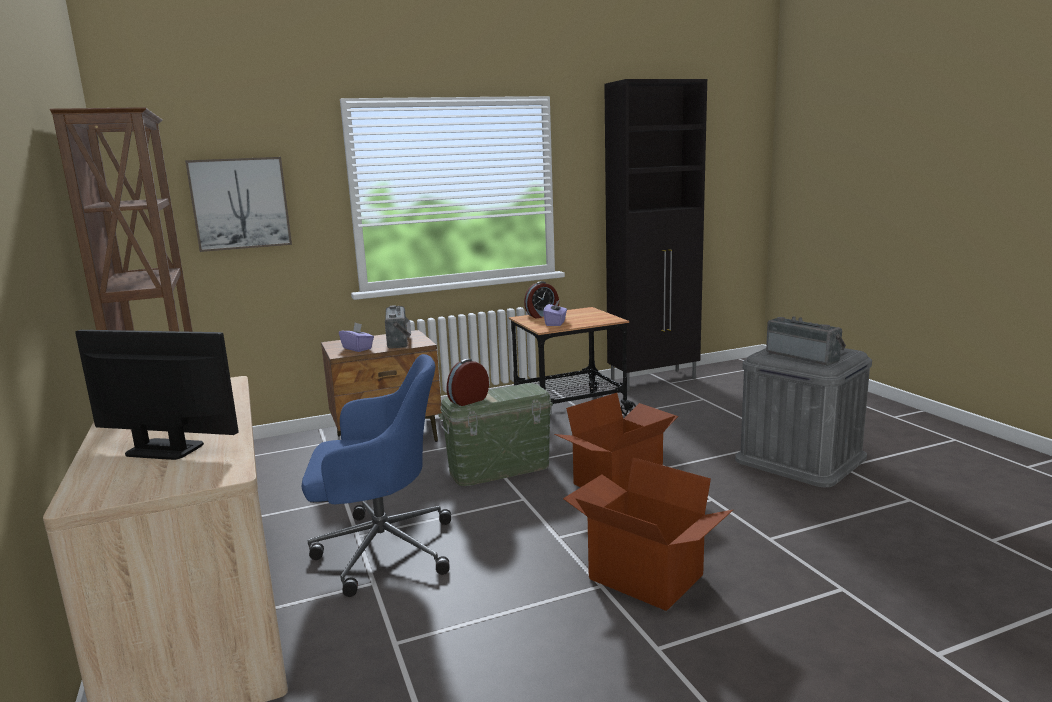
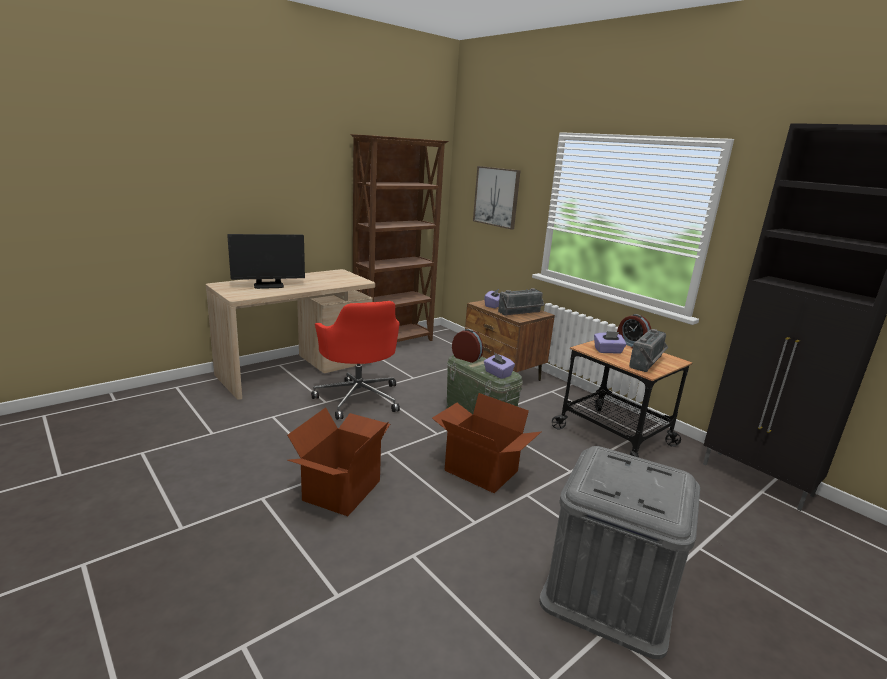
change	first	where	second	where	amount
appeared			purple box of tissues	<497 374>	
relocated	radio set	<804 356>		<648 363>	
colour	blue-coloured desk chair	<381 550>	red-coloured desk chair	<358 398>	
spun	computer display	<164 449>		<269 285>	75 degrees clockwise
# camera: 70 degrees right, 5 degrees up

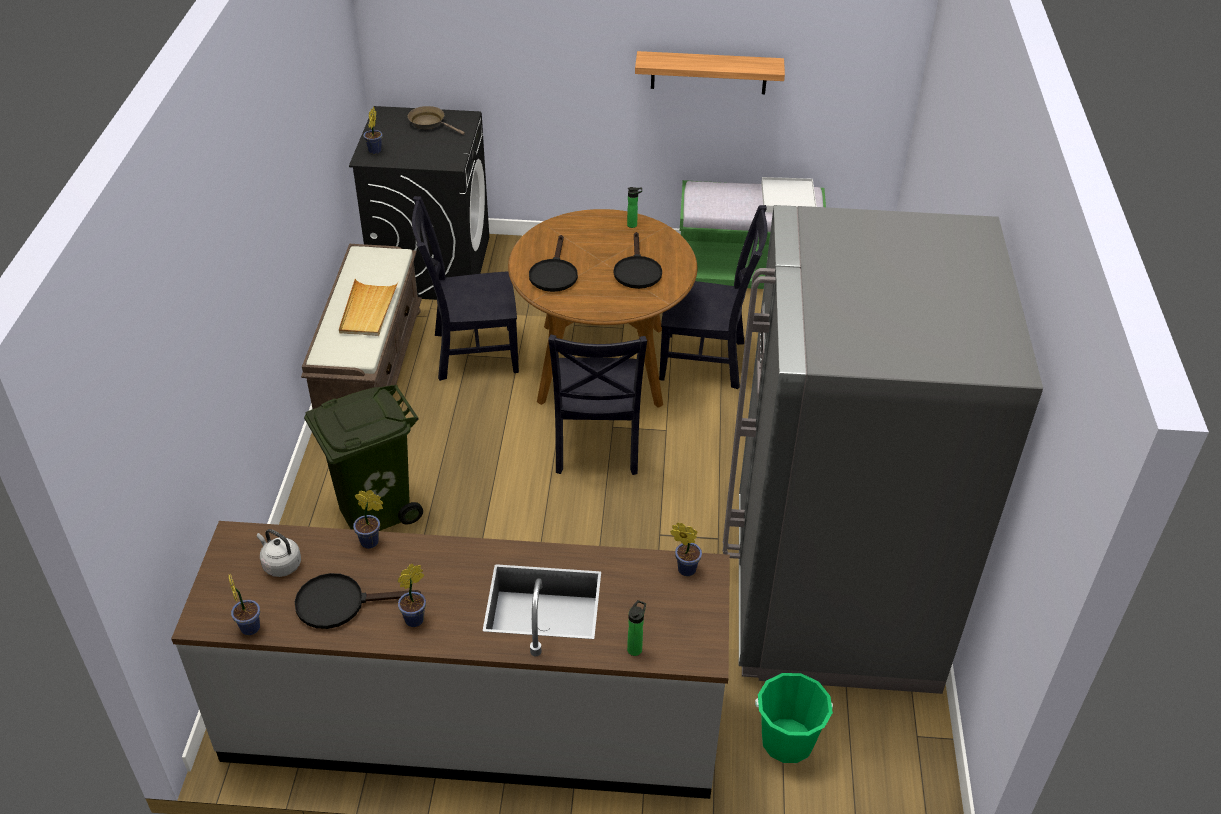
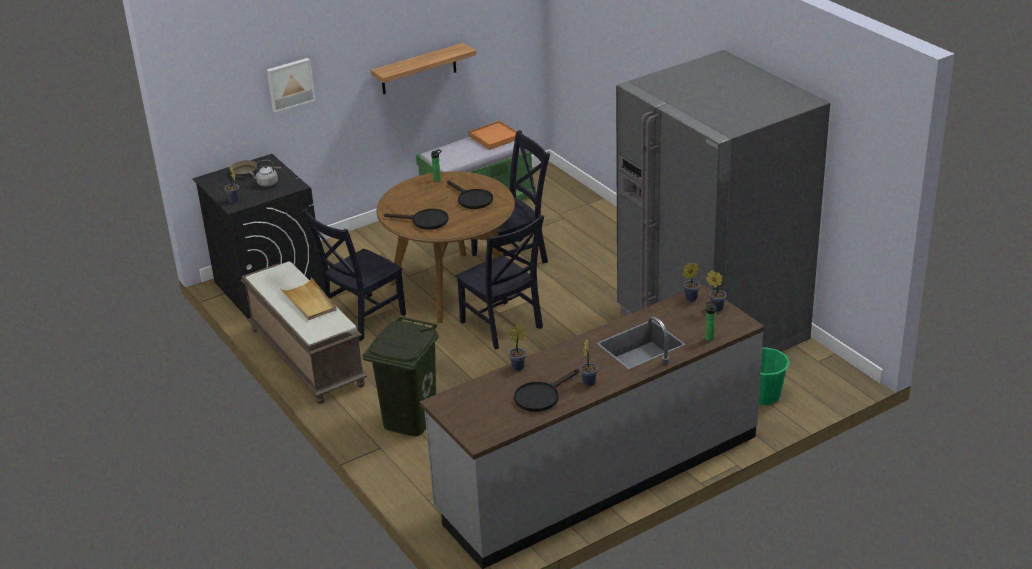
change	first	where	second	where	amount
appeared			picture	<290 84>	
relocated	houseplant	<250 626>		<715 308>	
relocated	gray kettle	<280 564>		<266 183>	
colour	white-coloured carrying tray	<787 198>	orange carrying tray	<494 137>	
spun	black skillet	<553 274>		<425 221>	45 degrees counterclockwise
# camera: 35 degrees left, 10 degrees down

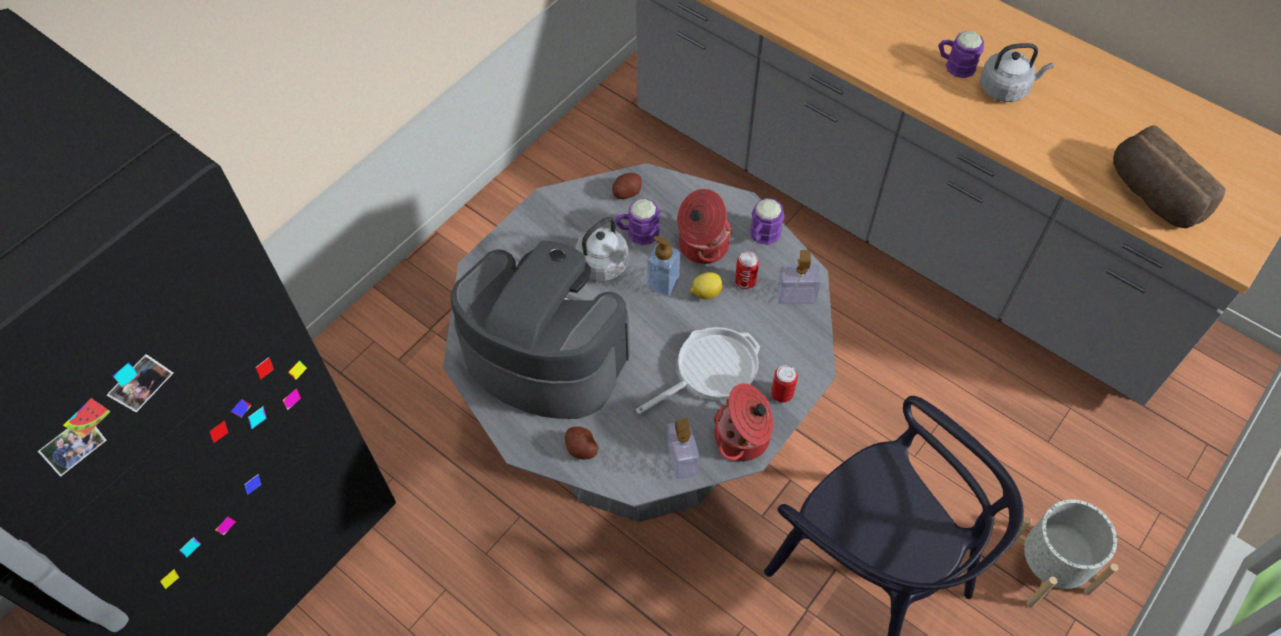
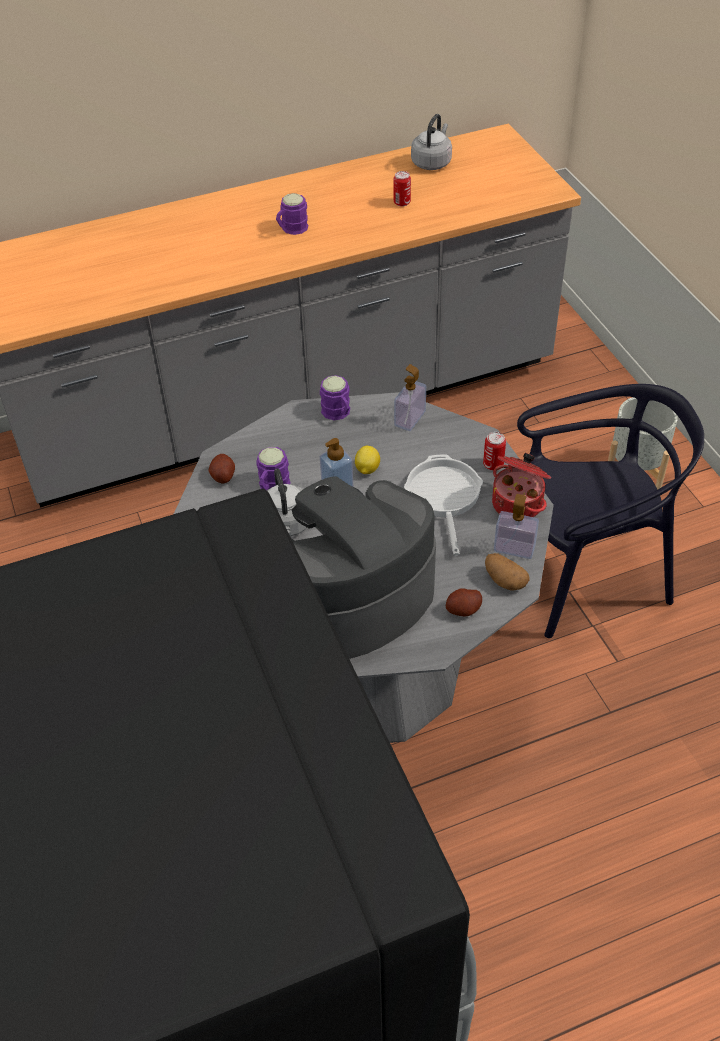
change	first	where	second	where	amount
missing	saucepot	<701 245>			
missing	baked bread	<1152 196>			
appeared			potato	<504 580>	
relocated	metal can	<745 281>		<402 202>	
relocated	gray kettle	<1006 89>		<432 162>	
# camera: 60 degrees left, 10 degrees down

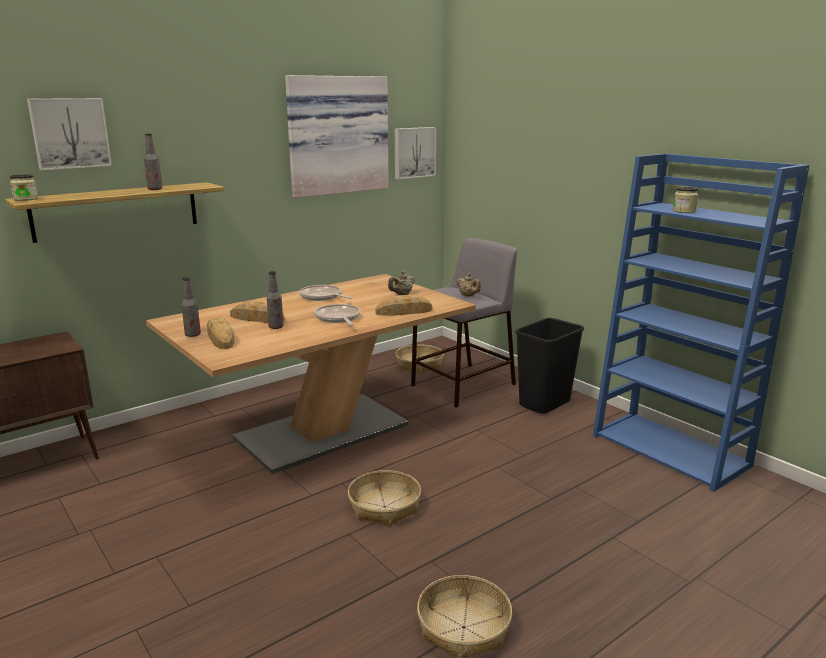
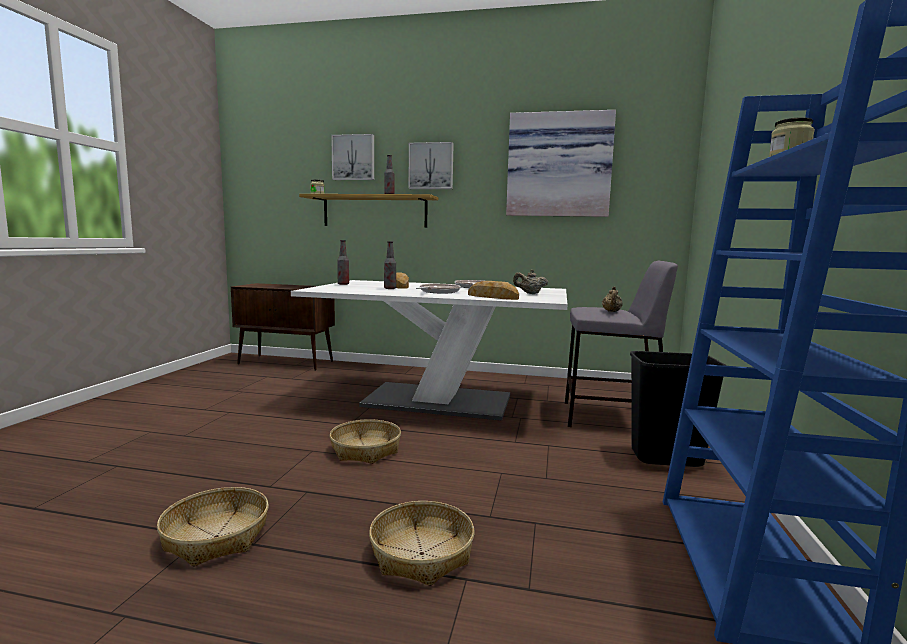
change	first	where	second	where	amount
missing	baked bread	<220 338>			
relocated	picture	<413 152>		<431 166>	
relocated	household basket	<419 365>		<421 554>	
colour	brown dining table	<322 431>	white-coloured dining table	<437 401>	
# camera: 50 degrees right, 10 degrees down

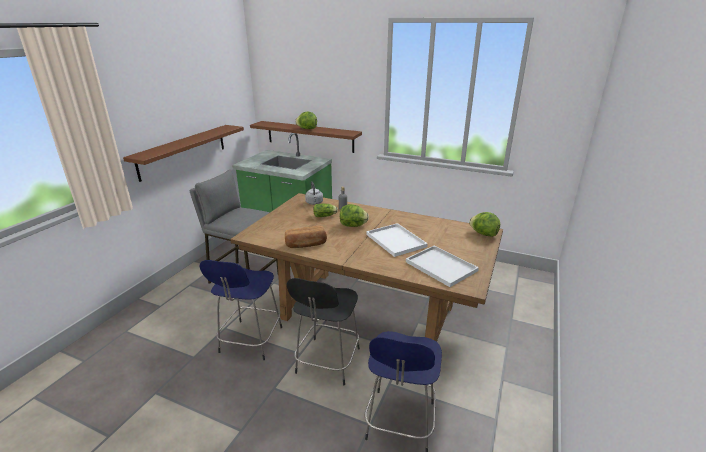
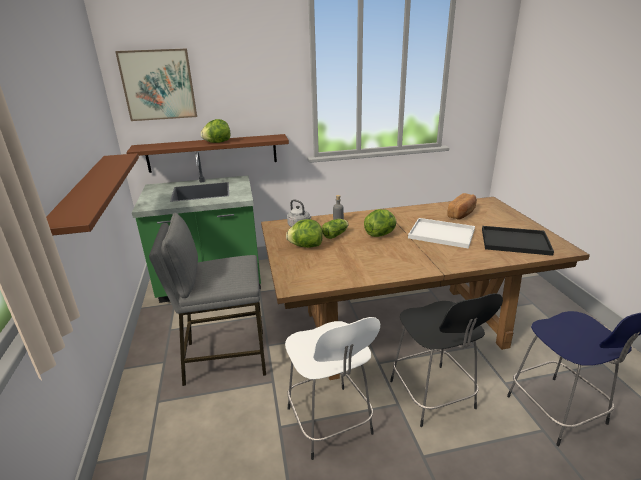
change	first	where	second	where	amount
appeared			picture	<158 85>	
relocated	baked bread	<306 244>		<462 213>	
relocated	head of lettuce	<483 234>		<305 246>	
colour	blue-coloured sitting stool	<250 341>	white-coloured sitting stool	<330 423>	
colour	white-coloured carrying tray	<442 266>	black carrying tray	<516 241>	
# camera: 35 degrees left, 0 degrees up

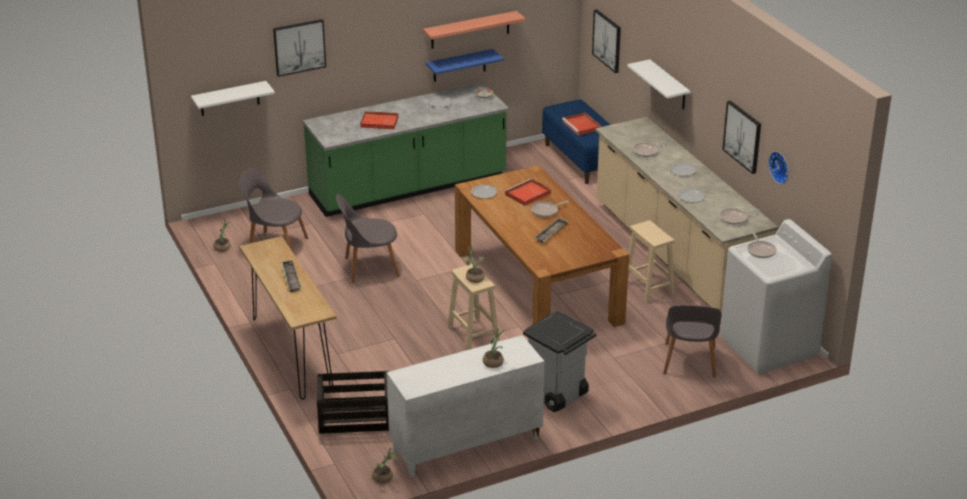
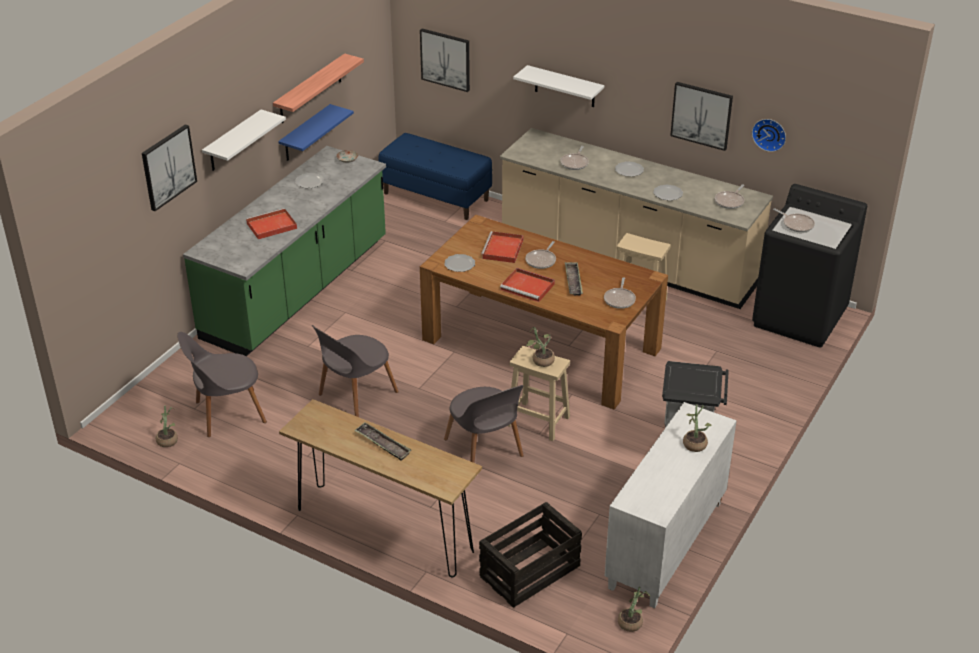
change	first	where	second	where	amount
appeared			skillet	<620 299>	
relocated	white-coloured shelf	<229 98>		<233 141>	
relocated	red-coloured carrying tray	<582 126>		<528 287>	
relocated	gray plain chair	<689 362>		<484 450>	
colour	white-coloured laundry machine	<769 347>	black laundry machine	<800 318>	
# camera: 35 degrees left, 5 degrees up

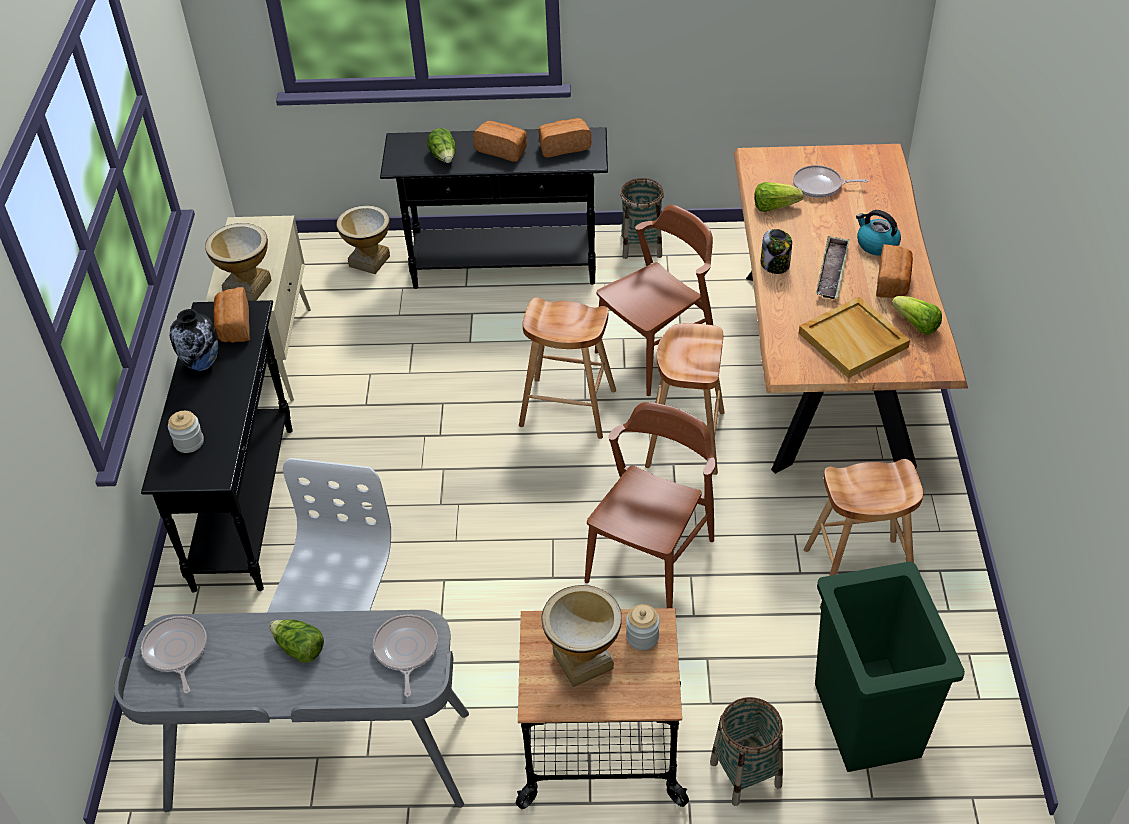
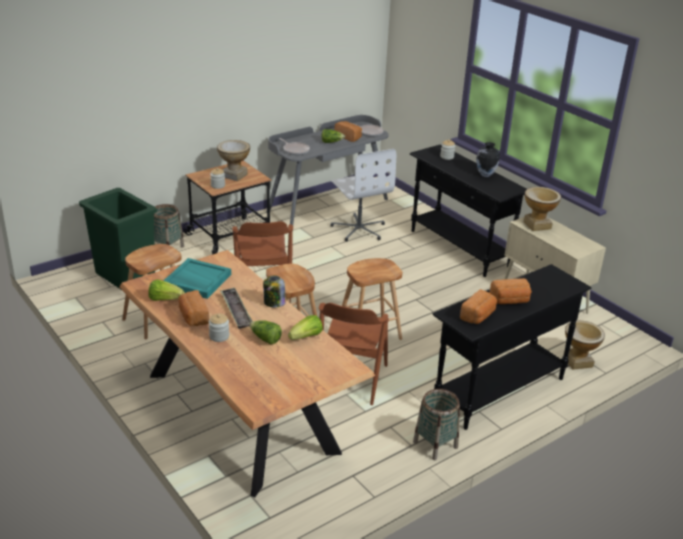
change	first	where	second	where	amount
missing	skillet	<820 186>			
relocated	baked bread	<234 326>		<348 137>	
relocated	head of lettuce	<444 156>		<265 339>	
exchanged	kettle	<876 244>	jar	<219 336>	
colour	beige-coloured carrying tray	<854 340>	turquoise carrying tray	<197 280>	
# camera: 140 degrees right, 15 degrees down

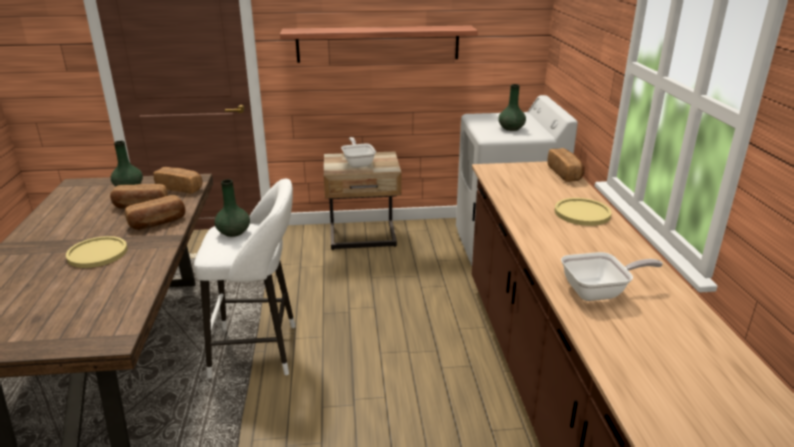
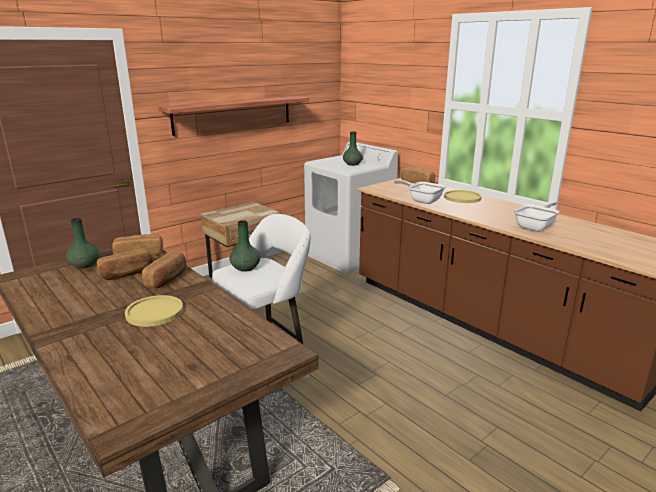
change	first	where	second	where	amount
relocated	skillet	<358 163>		<422 200>	
# camera: 35 degrees left, 5 degrees down

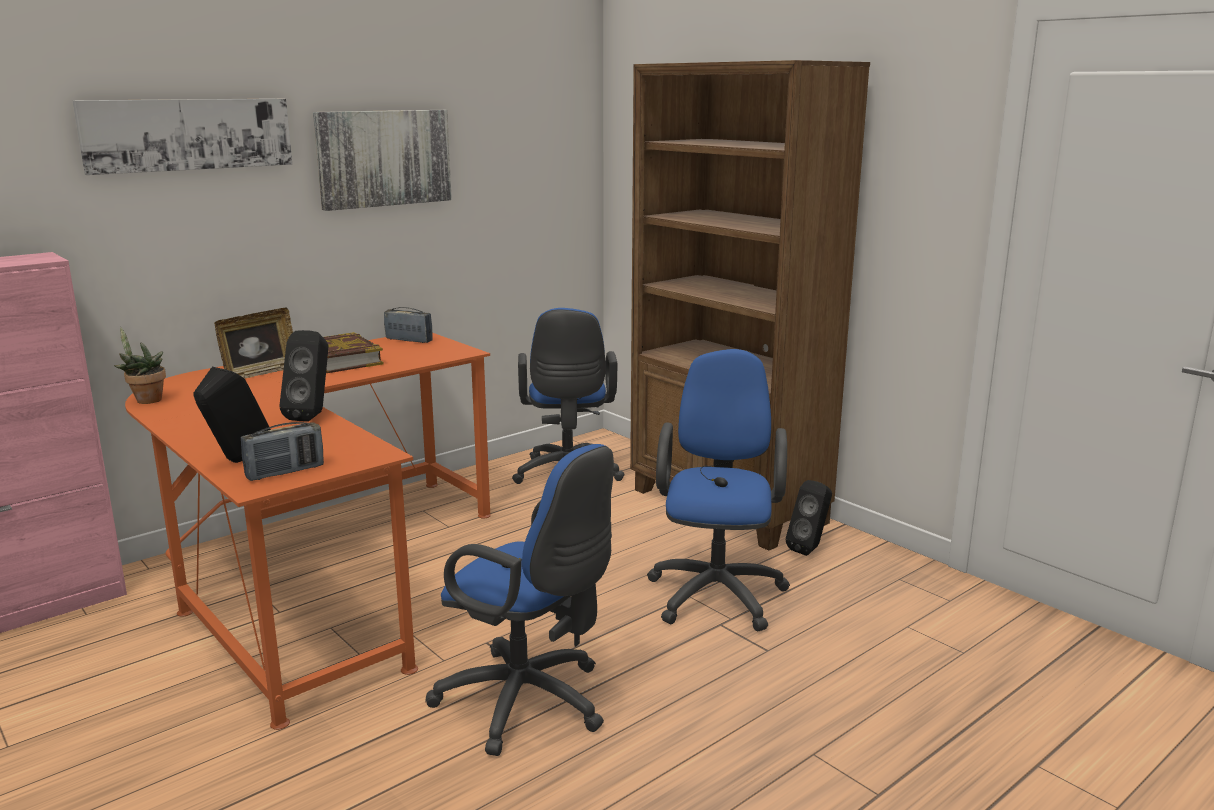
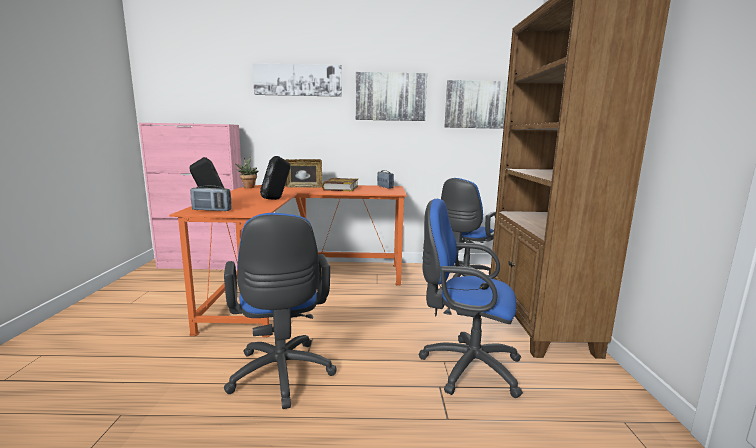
change	first	where	second	where	amount
missing	black speaker	<810 549>			
appeared			picture	<480 105>	
spun	blue-coloured desk chair	<717 591>		<465 366>	120 degrees counterclockwise
# camera: 40 degrees right, 5 degrees down

